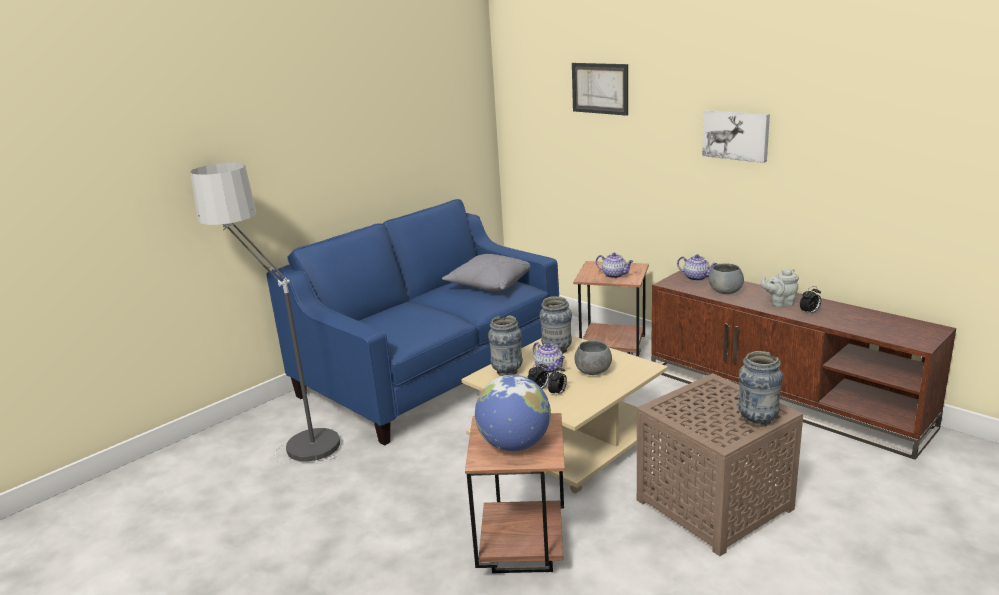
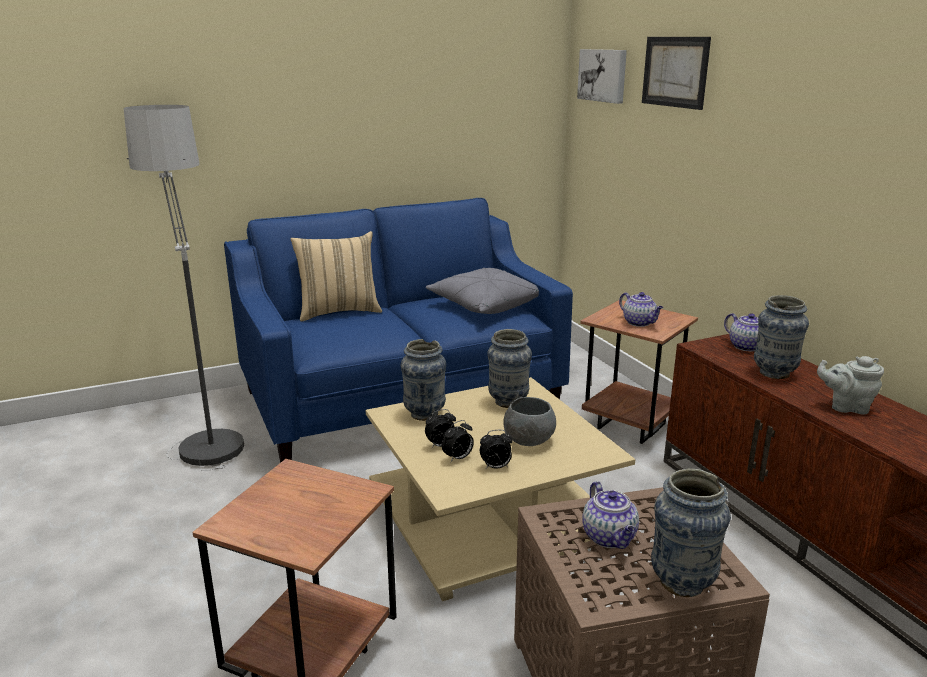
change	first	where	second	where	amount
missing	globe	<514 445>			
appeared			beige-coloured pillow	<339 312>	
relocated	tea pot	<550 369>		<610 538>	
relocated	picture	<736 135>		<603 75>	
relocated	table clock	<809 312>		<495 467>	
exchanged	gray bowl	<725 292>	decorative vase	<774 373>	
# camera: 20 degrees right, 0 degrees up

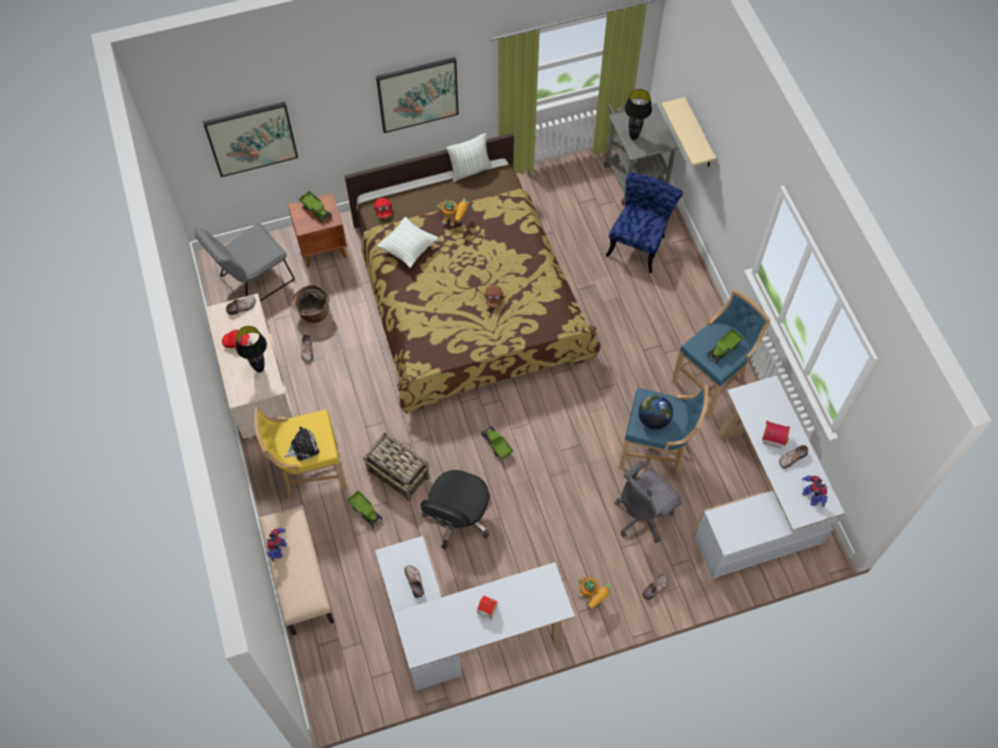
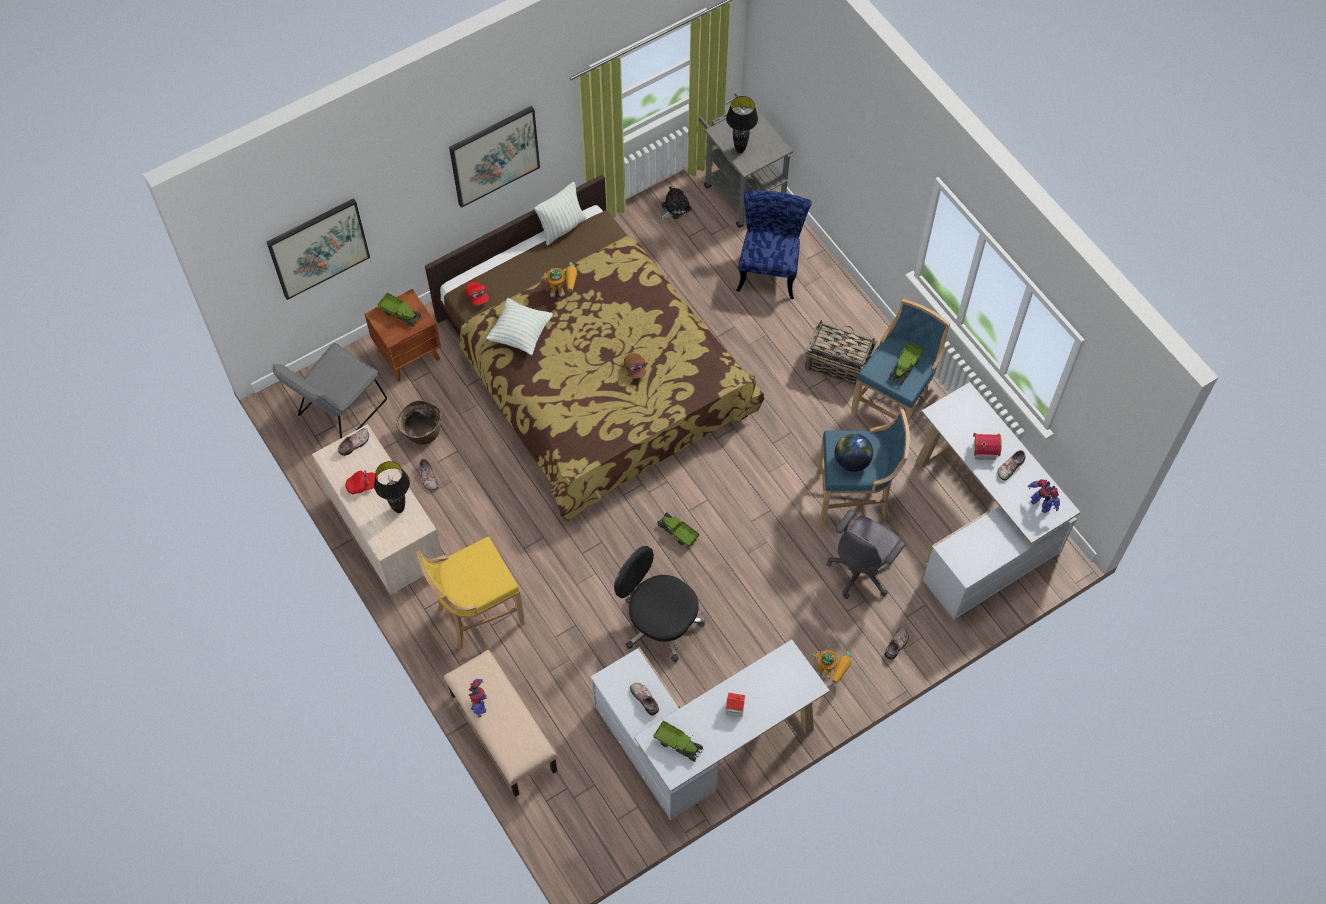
change	first	where	second	where	amount
missing	beige-coloured shelf	<698 135>			
relocated	plush toy	<303 447>		<674 208>	
relocated	model truck	<365 511>		<678 744>	
relocated	household basket	<397 473>		<837 364>	
spun	black desk chair	<458 517>		<659 623>	120 degrees clockwise
# camera: 15 degrees left, 0 degrees up

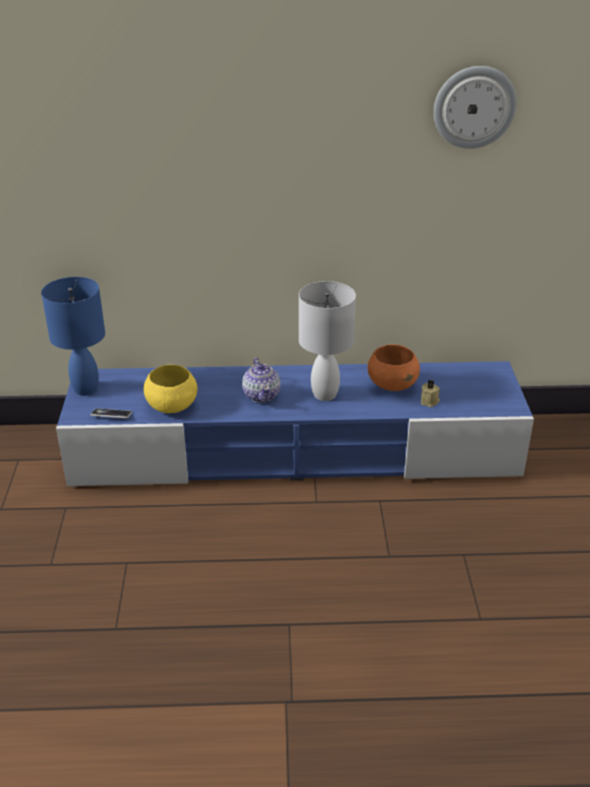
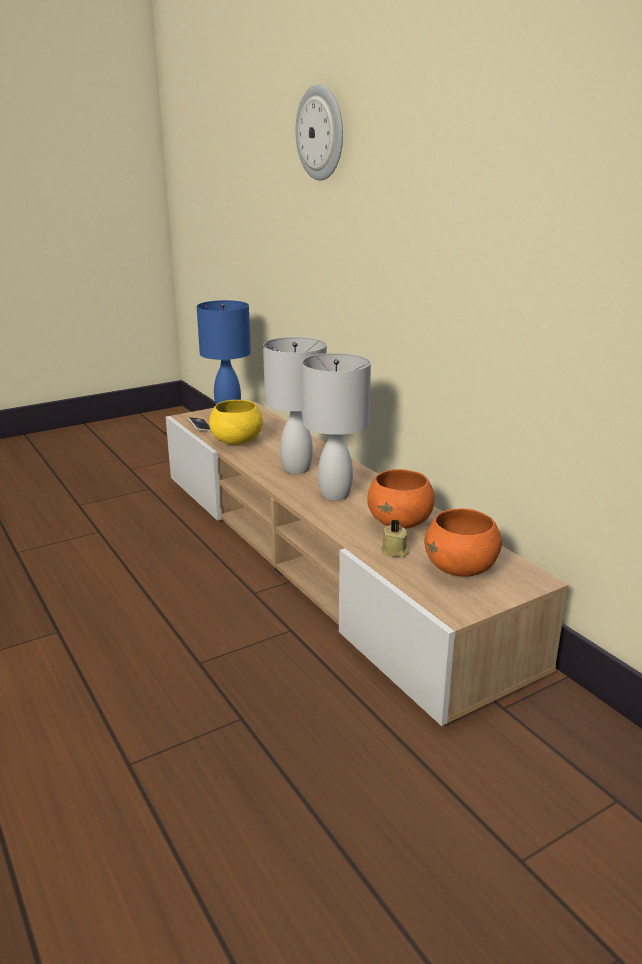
change	first	where	second	where	amount
appeared			orange bowl	<461 569>	
relocated	clock on the wall	<474 107>		<321 133>	
exchanged	tea pot	<262 395>	white-coloured table lamp	<297 468>	
colour	blue-coloured tv unit	<296 453>	beige-coloured tv unit	<321 559>	
# camera: 60 degrees right, 10 degrees down

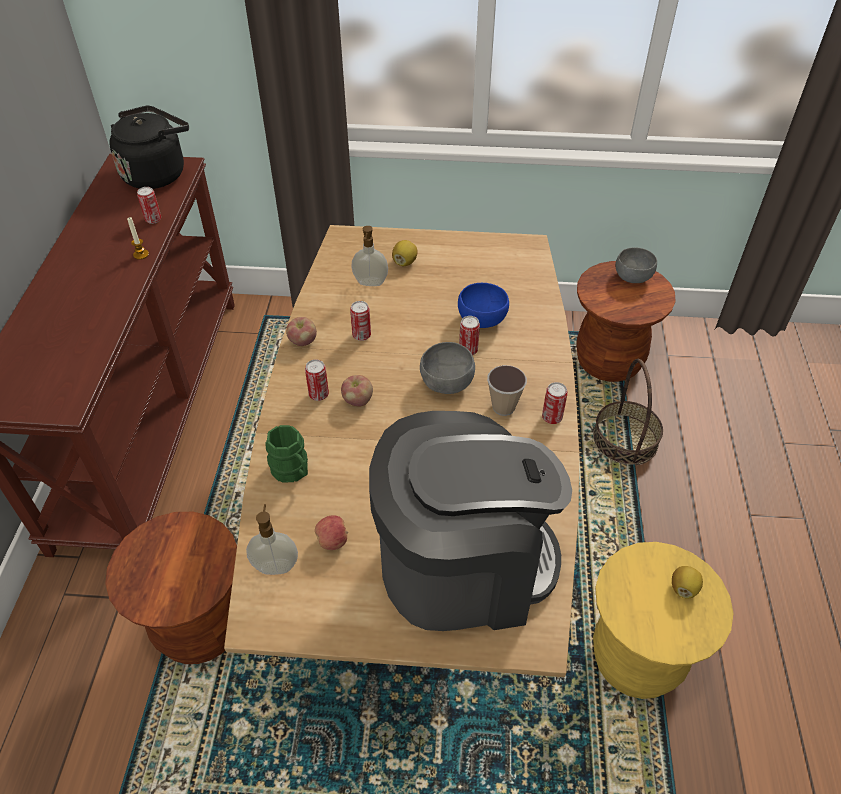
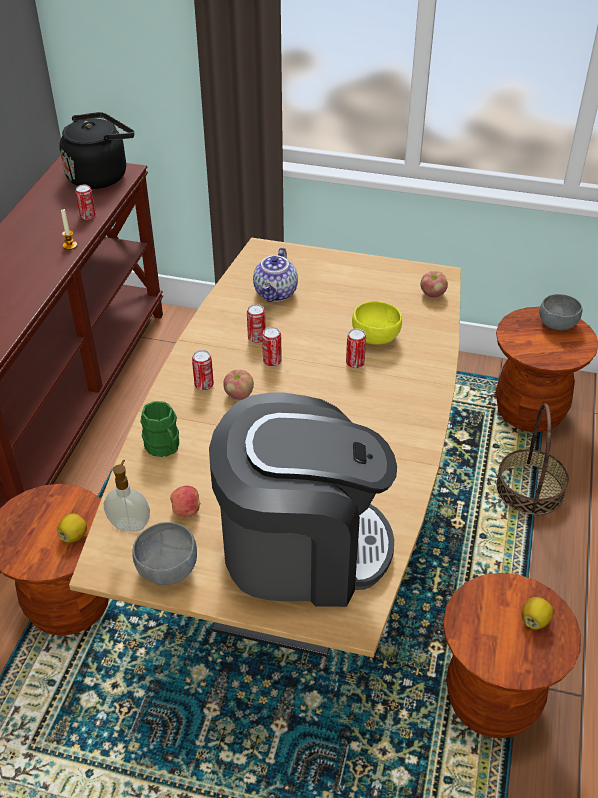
change	first	where	second	where	amount
missing	small cup	<503 407>			
relocated	apple	<303 341>		<432 294>	
relocated	lemon	<404 262>		<74 536>	
relocated	gray bowl	<447 383>		<167 570>	
relocated	metal can	<552 417>		<272 361>	
exchanged	soap bottle	<370 283>	tea pot	<276 293>	
colour	blue-coloured bowl	<481 320>	yellow-coloured bowl	<375 337>	
colour	yellow-coloured sitting stool	<636 659>	brown sitting stool	<492 700>	
# camera: 10 degrees right, 5 degrees down

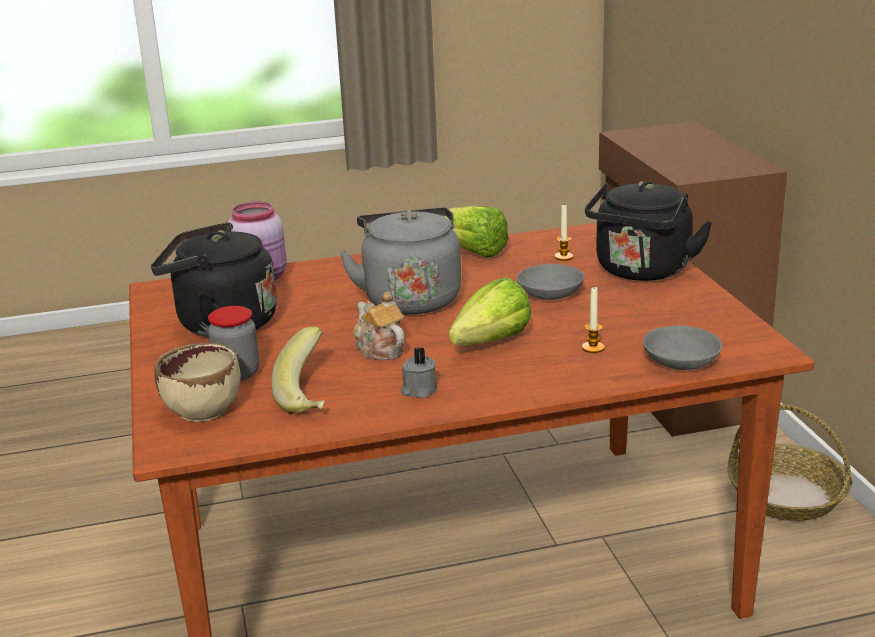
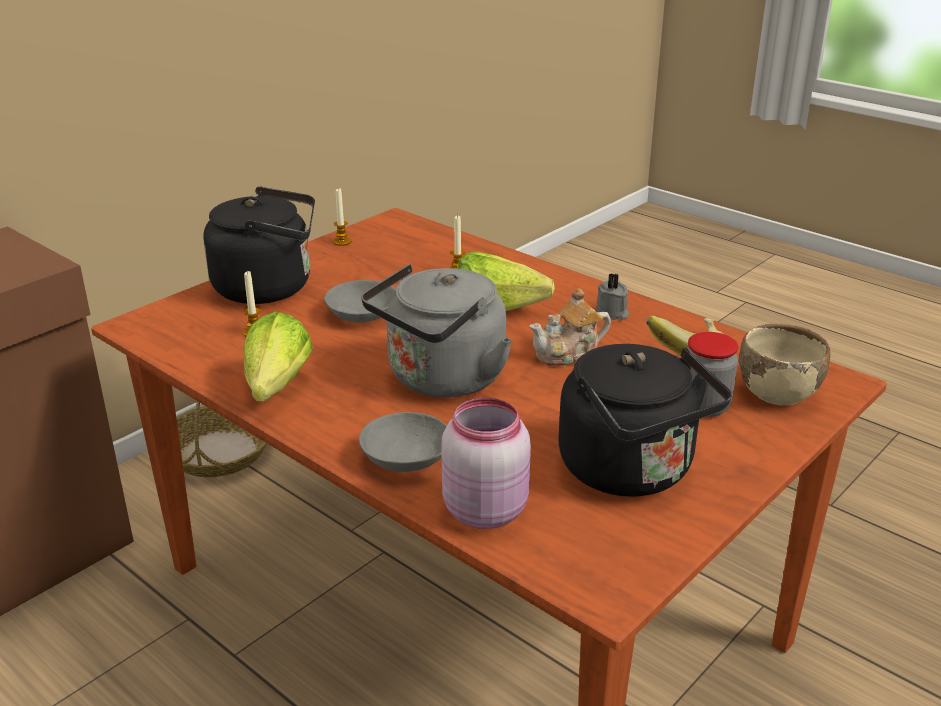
change	first	where	second	where	amount
appeared			wax light	<342 242>	
relocated	gray bowl	<680 362>		<408 458>	
spun	tea pot	<379 350>		<569 355>	45 degrees clockwise
# camera: 125 degrees left, 5 degrees up

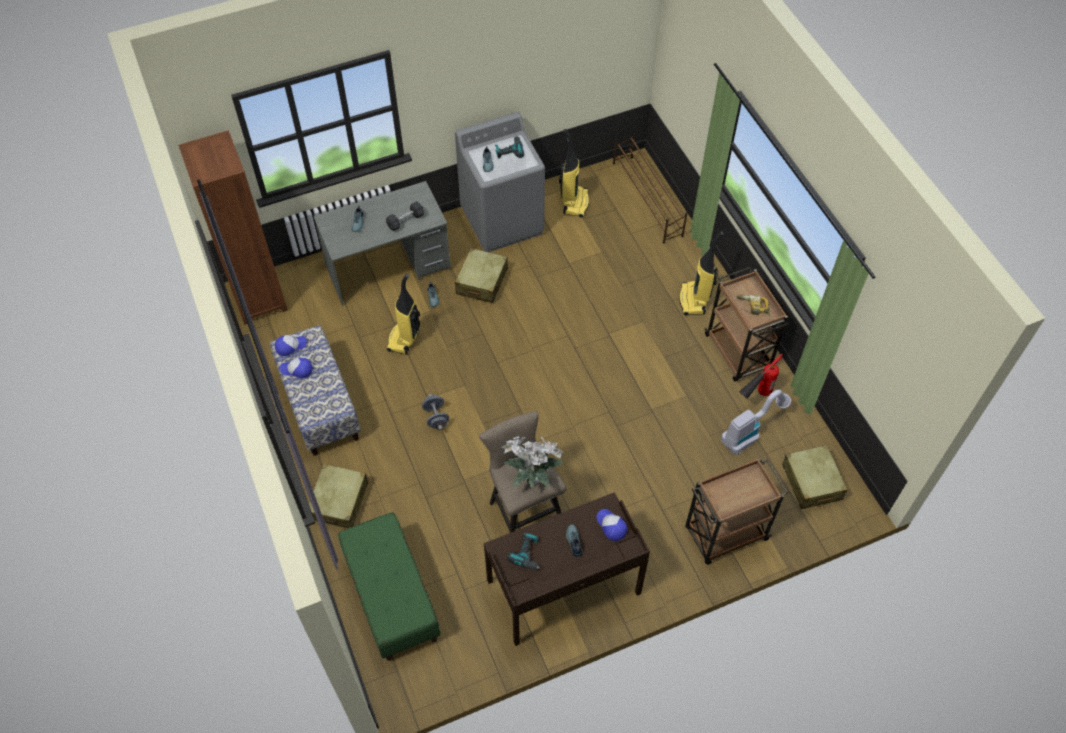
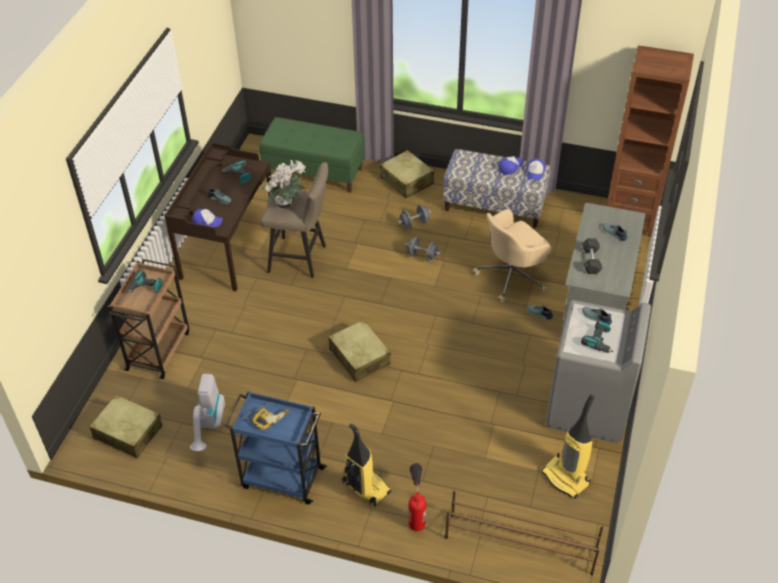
change	first	where	second	where	amount
appeared			drill	<145 287>	
appeared			gray dumbbell	<414 224>	
relocated	beige-coloured suitcase	<481 281>		<359 357>	
relocated	fire extinguisher	<755 397>		<416 510>	
exchanged	hoover	<404 338>	beige-coloured desk chair	<512 276>	
colour	brown wheeled cart	<738 353>	blue-coloured wheeled cart	<281 477>	
# camera: 130 degrees right, 10 degrees down

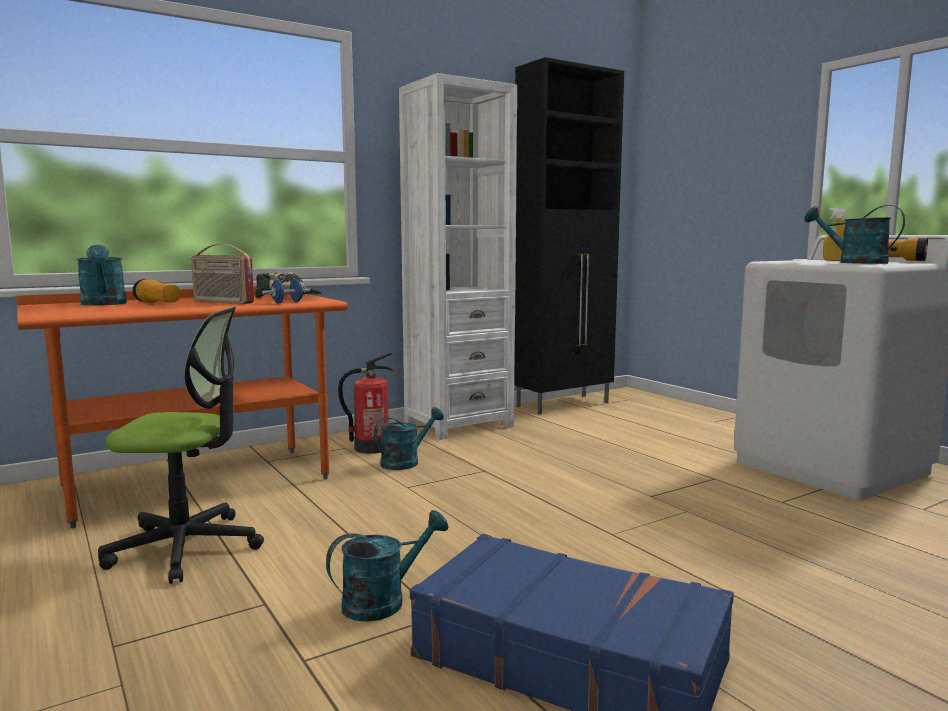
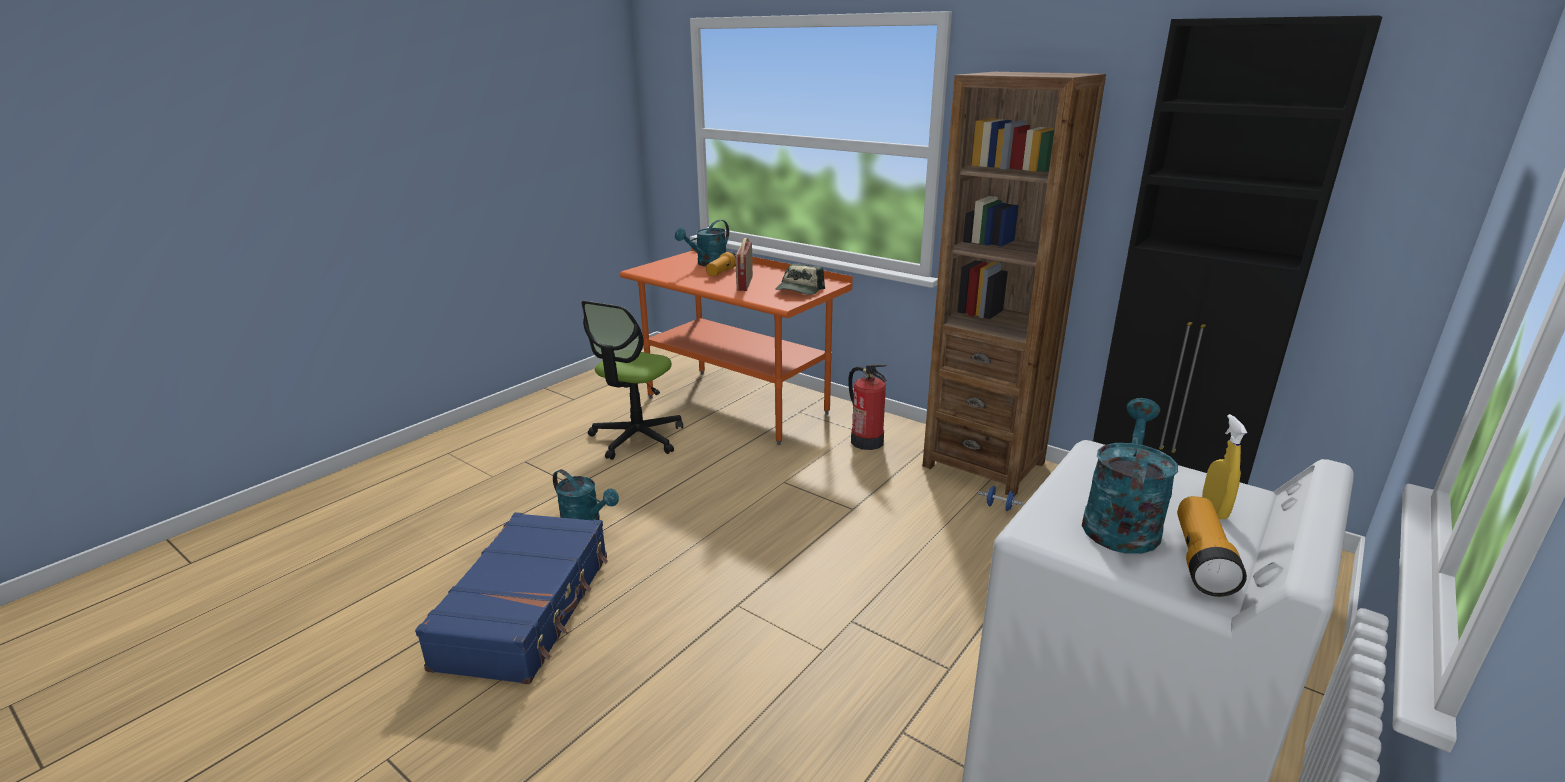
change	first	where	second	where	amount
missing	turquoise watering pot	<405 462>			
relocated	blue-coloured dumbbell	<287 302>		<999 507>	
colour	white-coloured shelving unit	<458 424>	brown shelving unit	<983 464>	
spun	desk chair	<186 547>		<637 438>	45 degrees clockwise
# camera: 70 degrees right, 15 degrees up

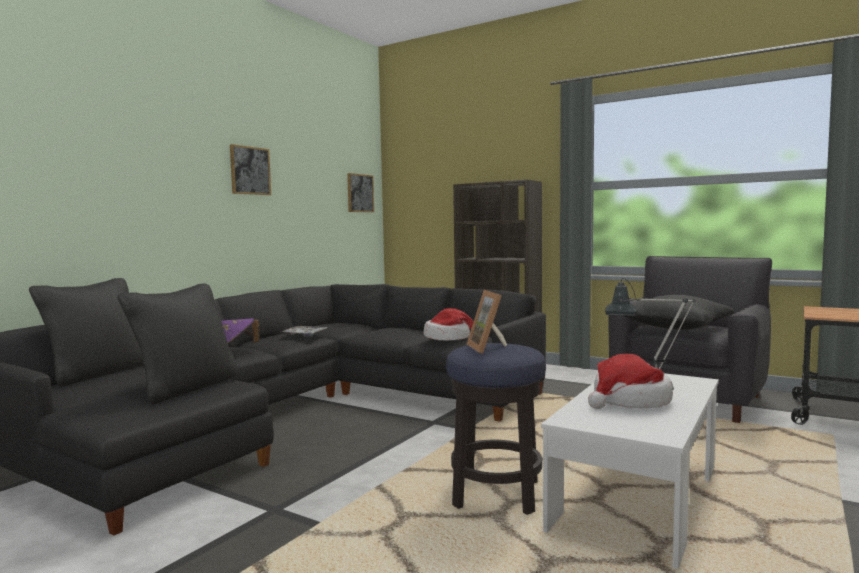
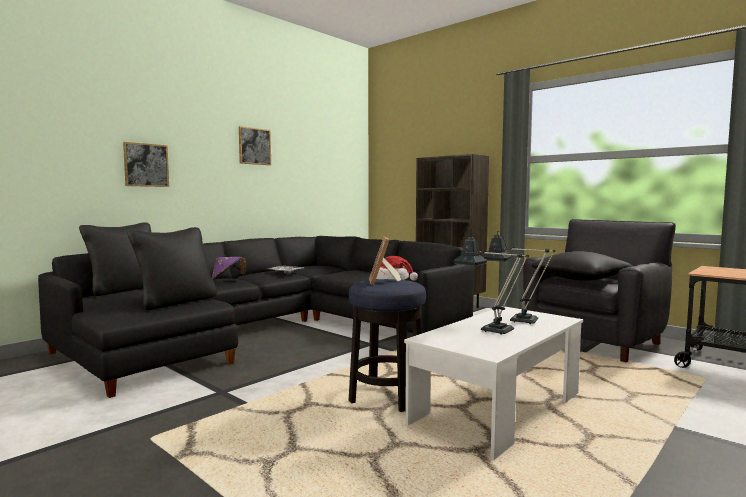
change	first	where	second	where	amount
relocated	picture	<360 193>		<146 165>	
exchanged	wearable hat	<630 401>	table lamp	<490 329>	
# camera: 10 degrees right, 0 degrees up

